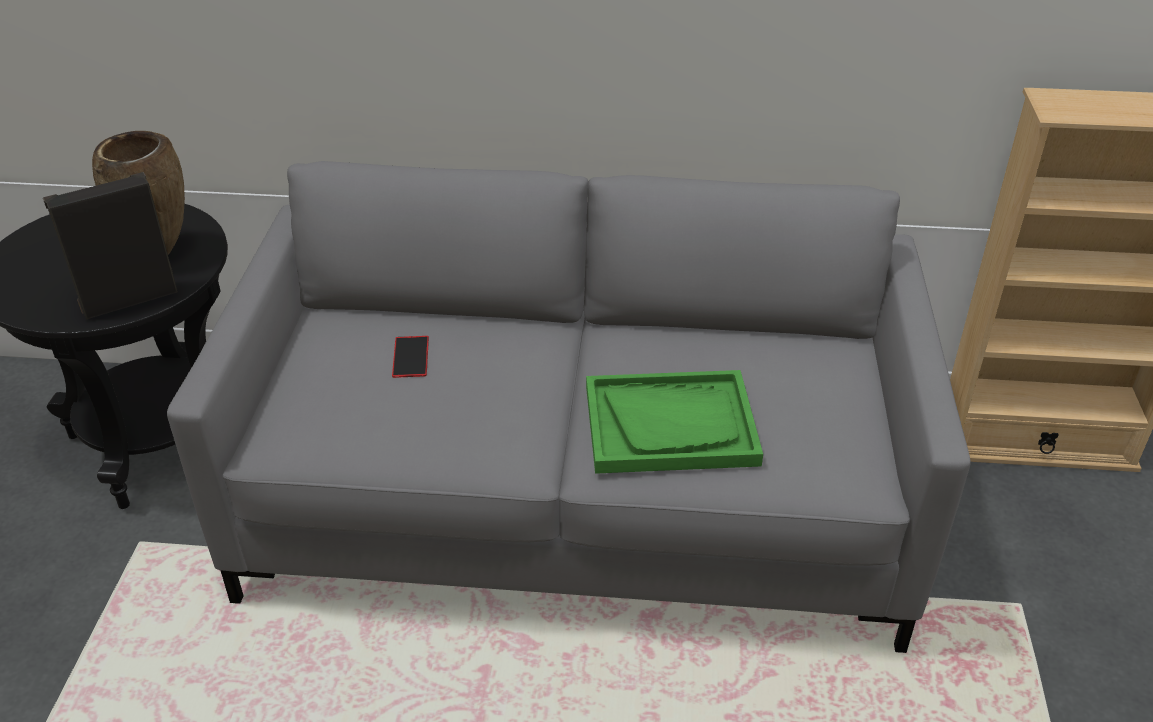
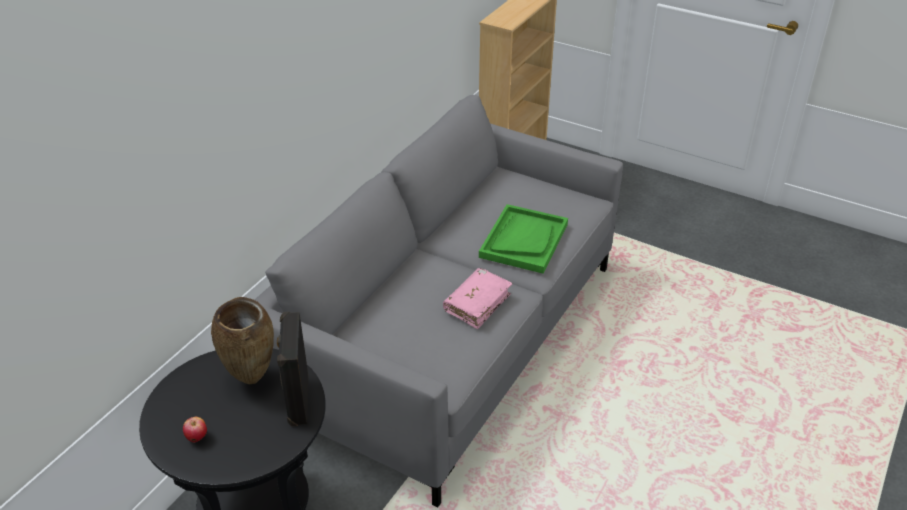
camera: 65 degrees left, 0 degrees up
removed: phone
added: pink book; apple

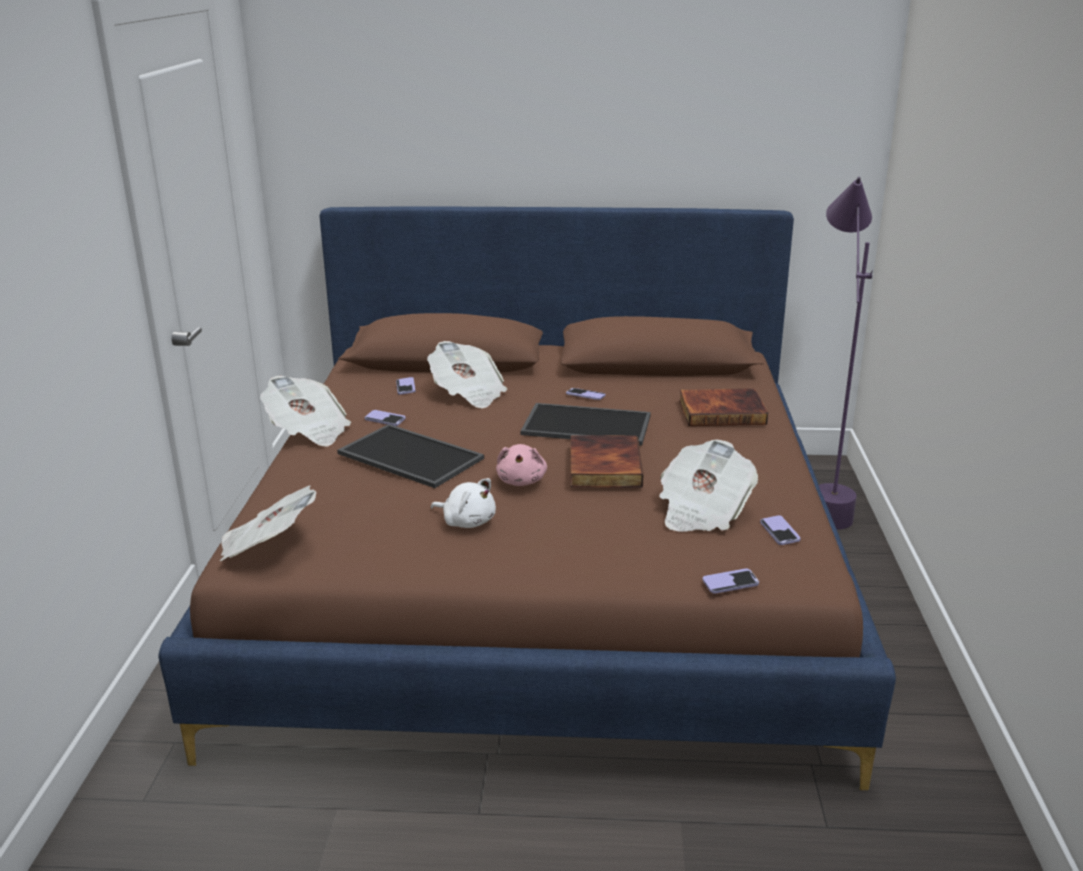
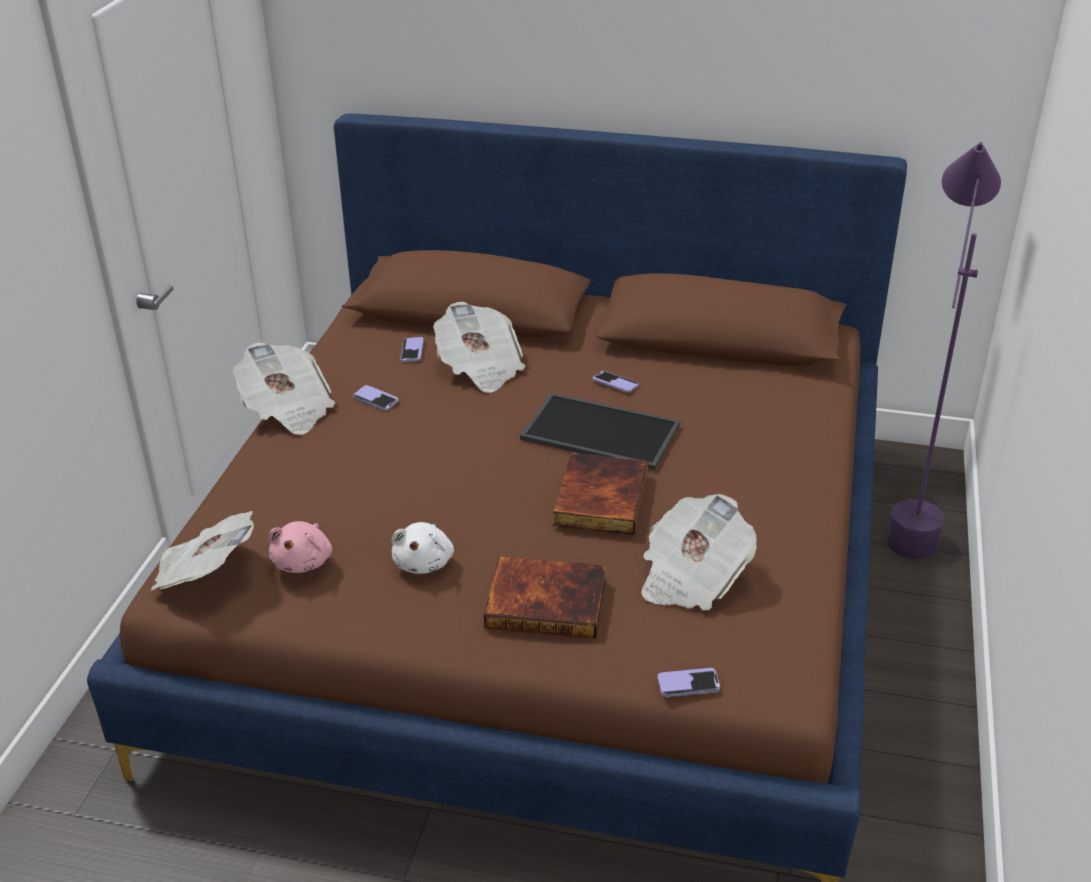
camera: 10 degrees right, 10 degrees up
removed: tray (1st from left); phone (5th from left)
moved: book (2nd from left in the first image) to book (1st from left); pink plush toy
turned: white plush toy 60 degrees clockwise

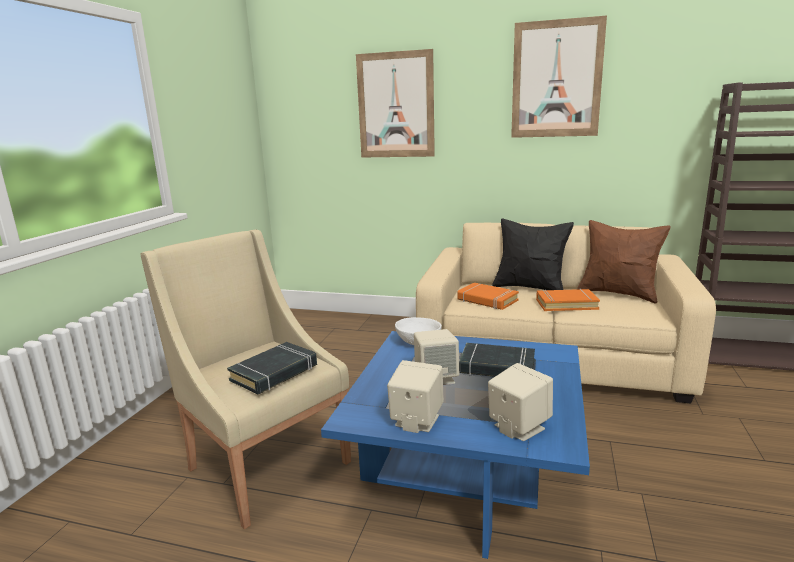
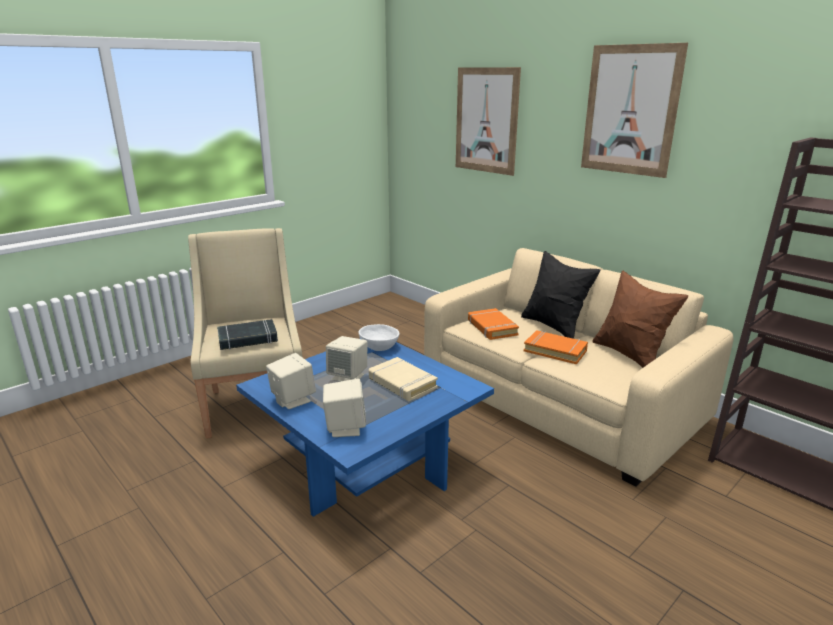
camera: 30 degrees right, 5 degrees up
recoloured: black book (2nd from left) to beige book

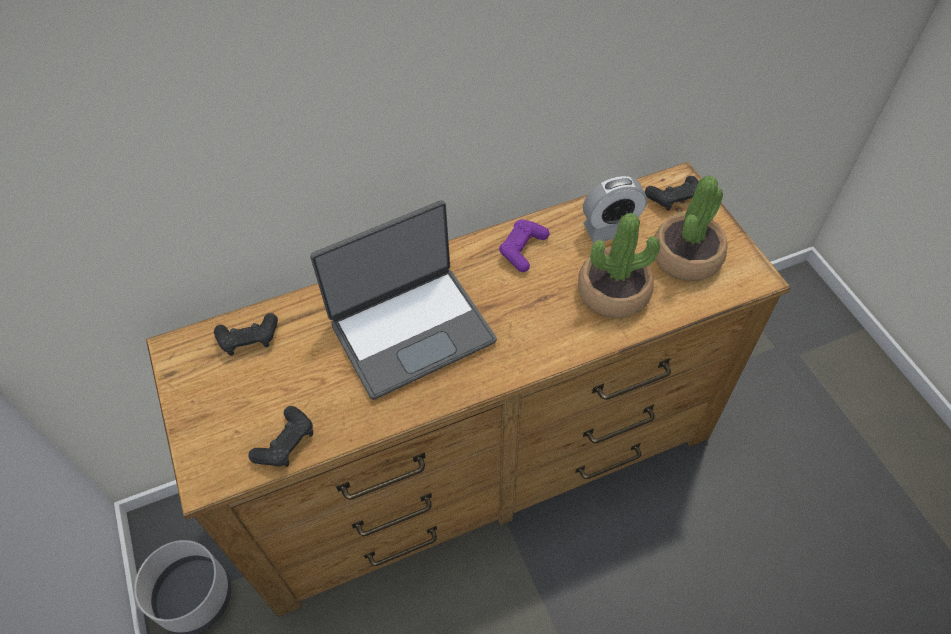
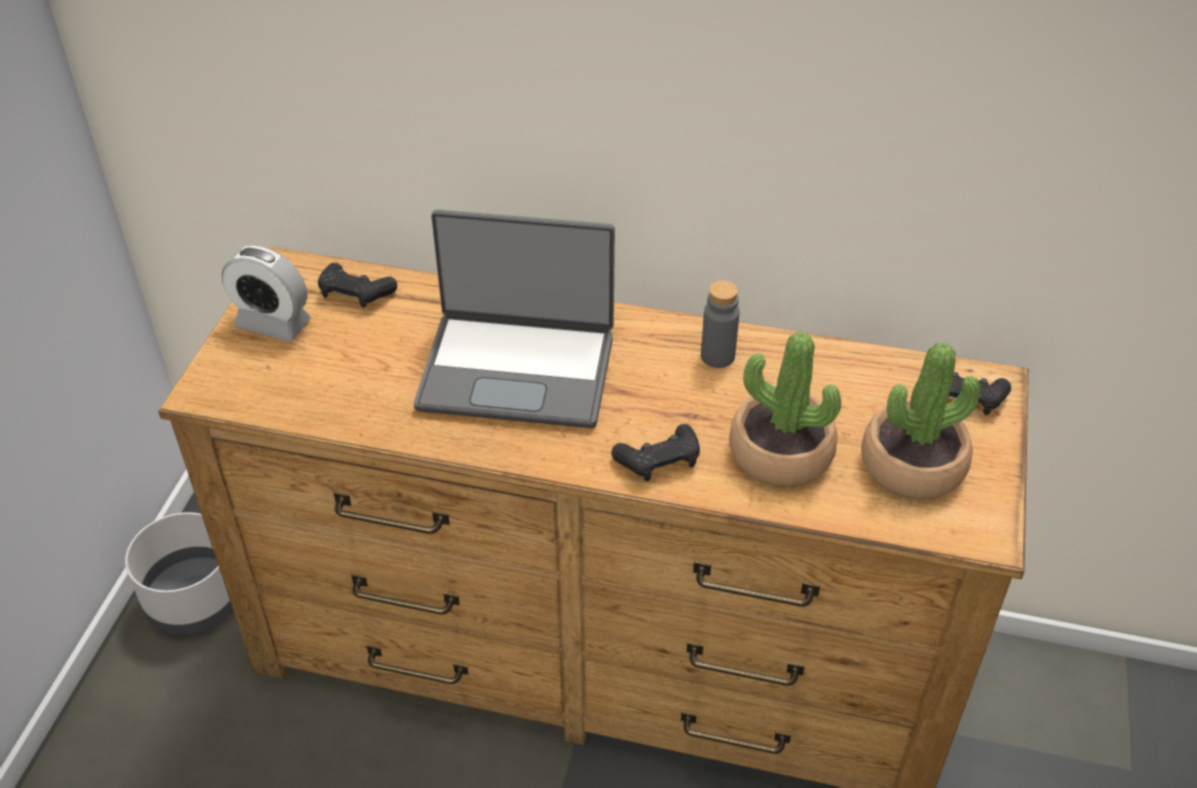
camera: 35 degrees right, 10 degrees down
moved: alarm clock; black game controller (2nd from left)
replaced: purple game controller to grey bottle

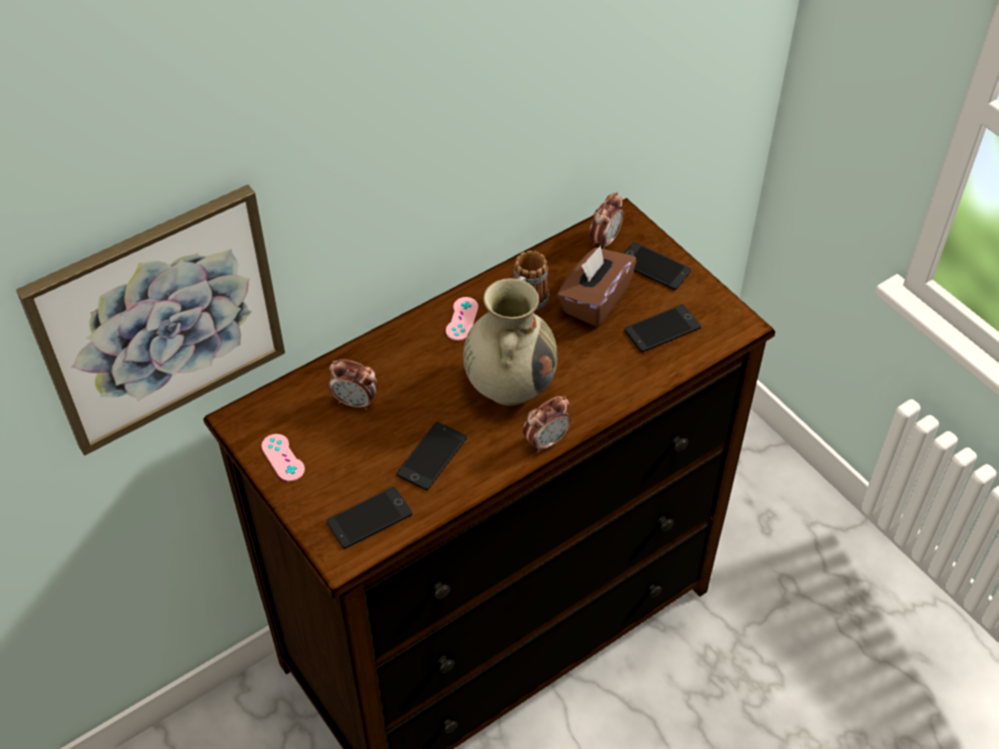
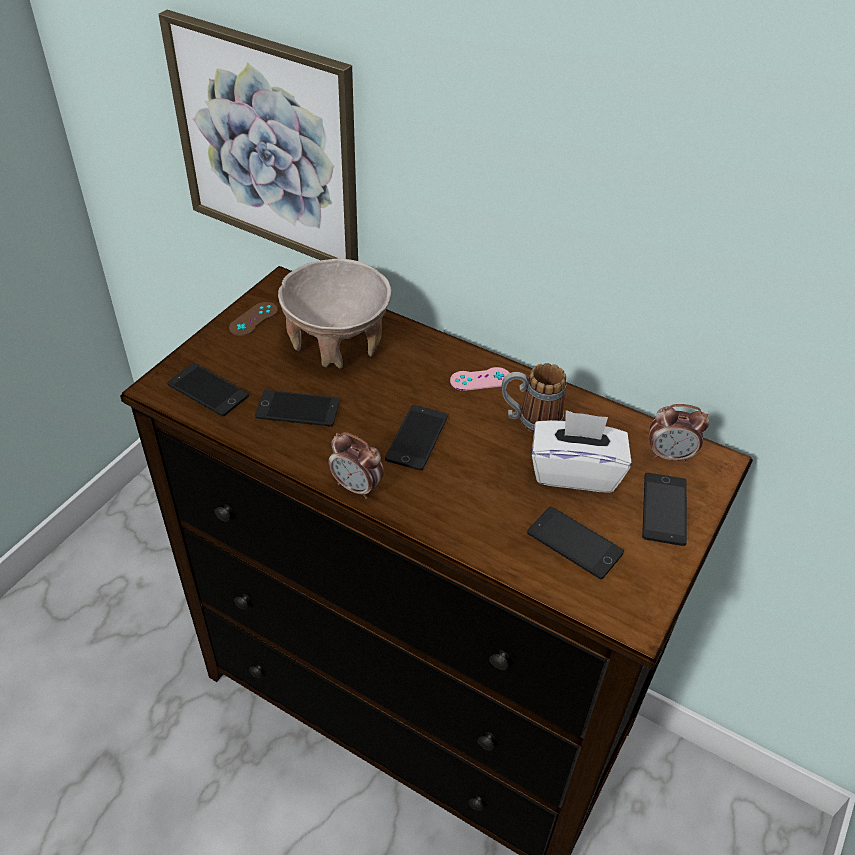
camera: 65 degrees right, 5 degrees down
replaced: beige vase to phone (3rd from left); alarm clock (1st from left) to beige bowl
recoloured: brown tissue box to white tissue box; pink game controller (1st from left) to brown game controller

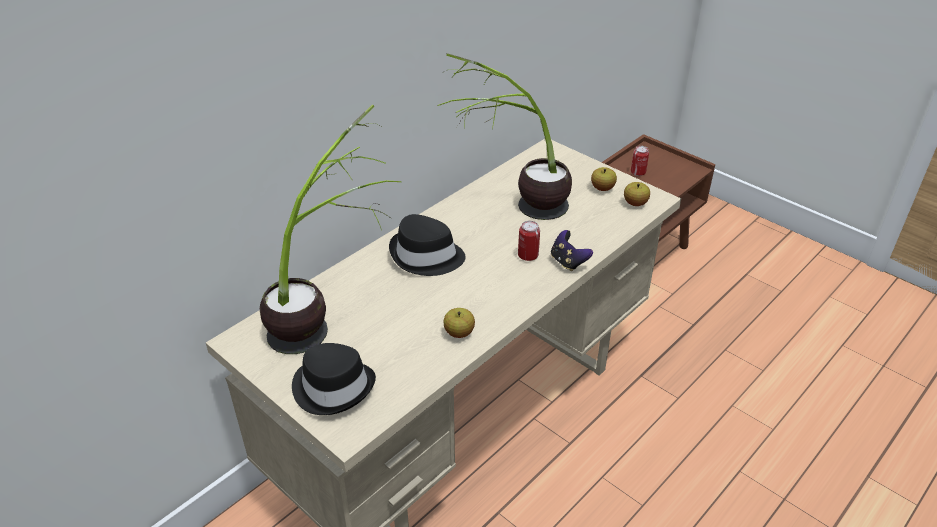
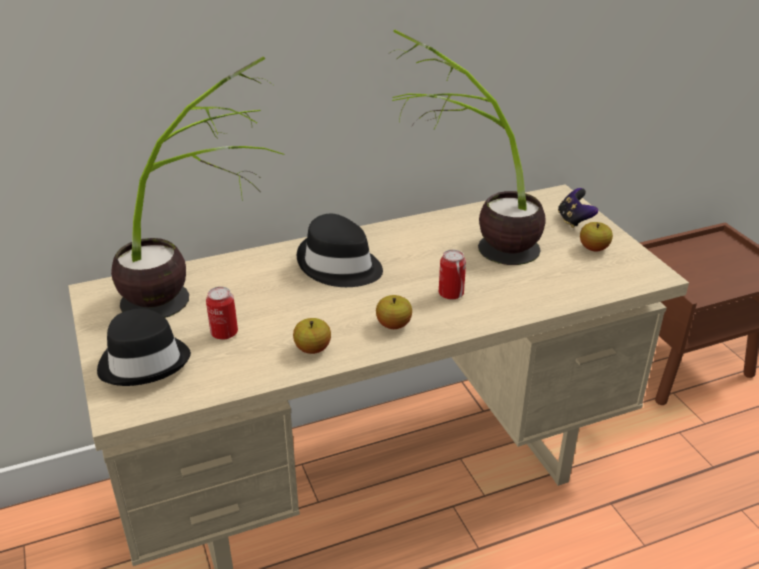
camera: 25 degrees right, 5 degrees down
moved: can (2nd from left in the first image) to can (1st from left); apple (3rd from left in the first image) to apple (2nd from left); game controller

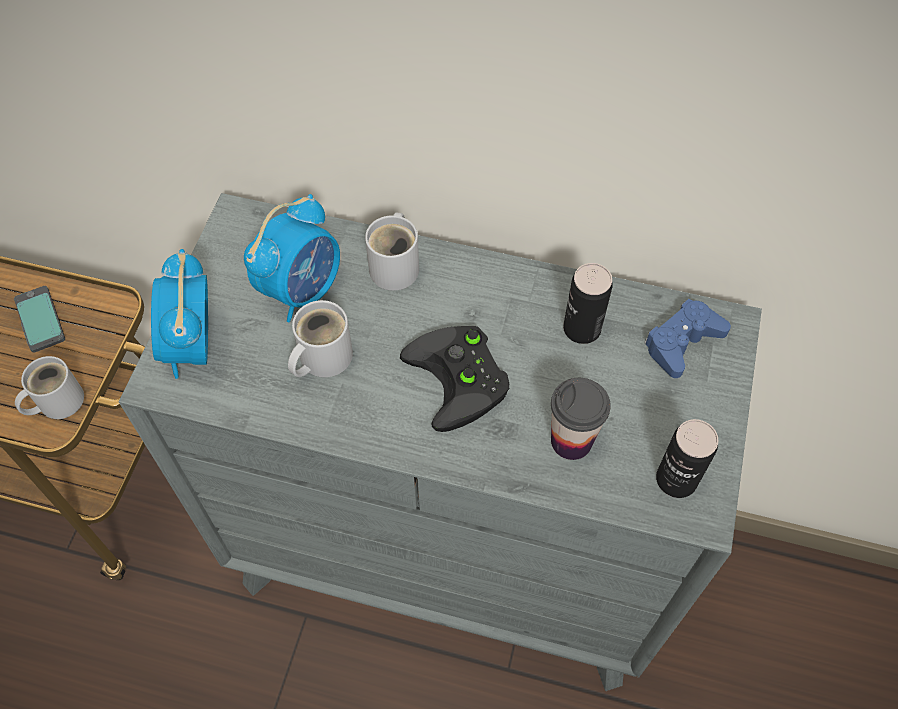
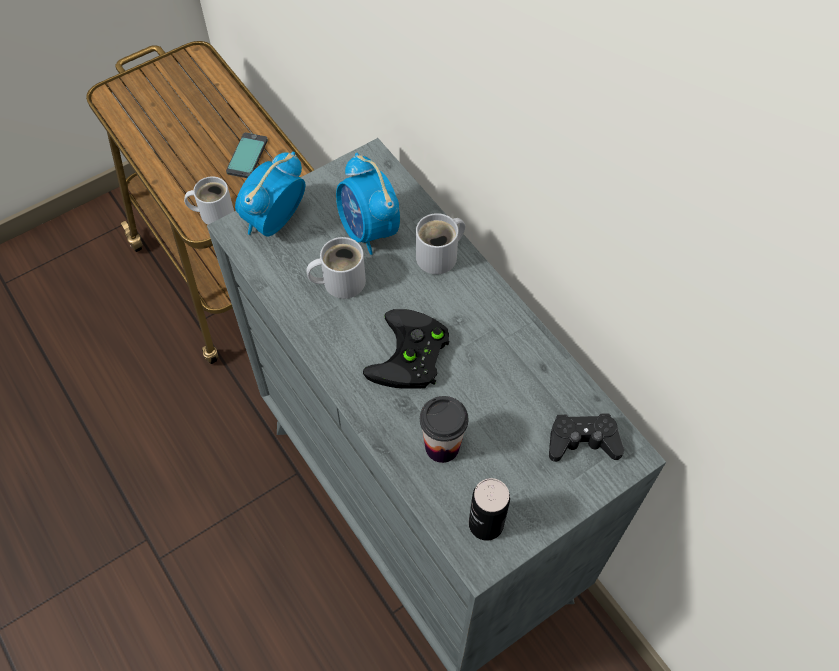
camera: 40 degrees right, 0 degrees up
removed: can (1st from left)
recoloured: blue game controller to black game controller (2nd from left)
turned: alarm clock (2nd from left) 75 degrees clockwise

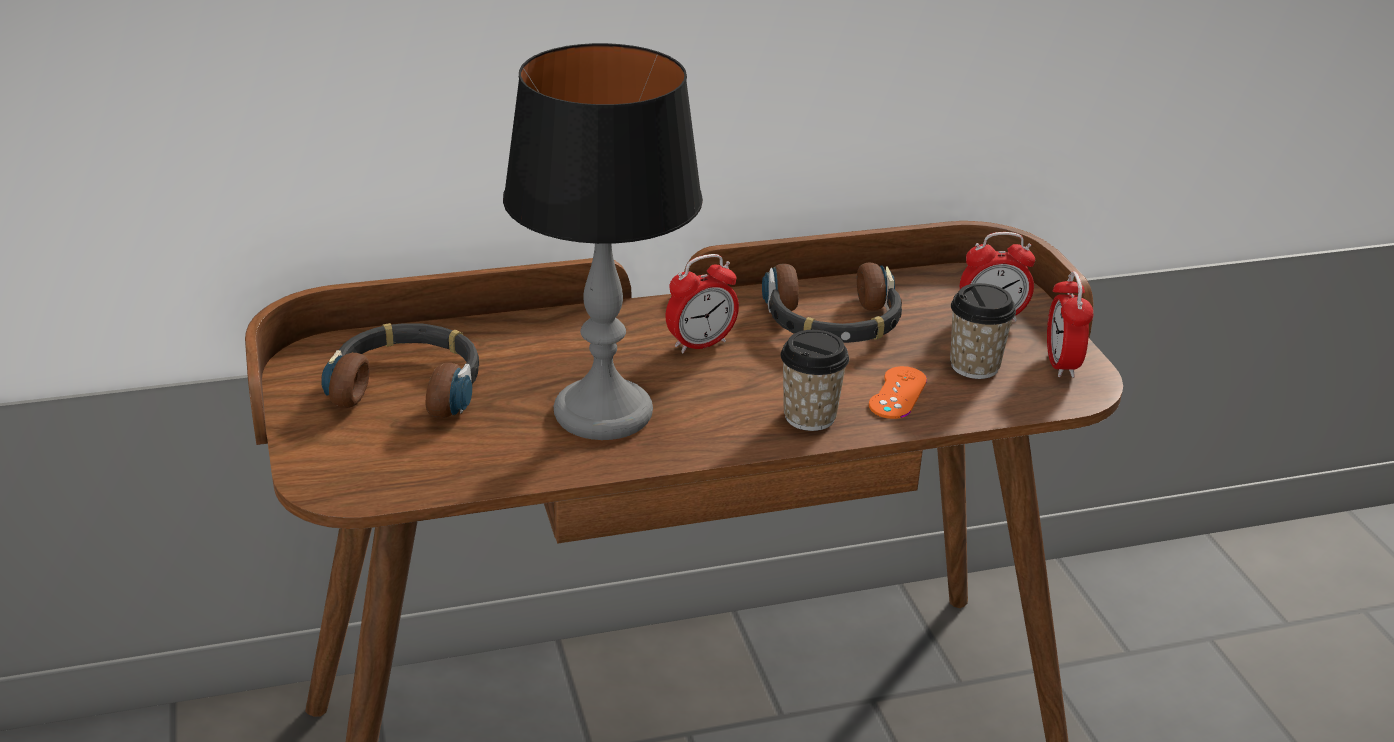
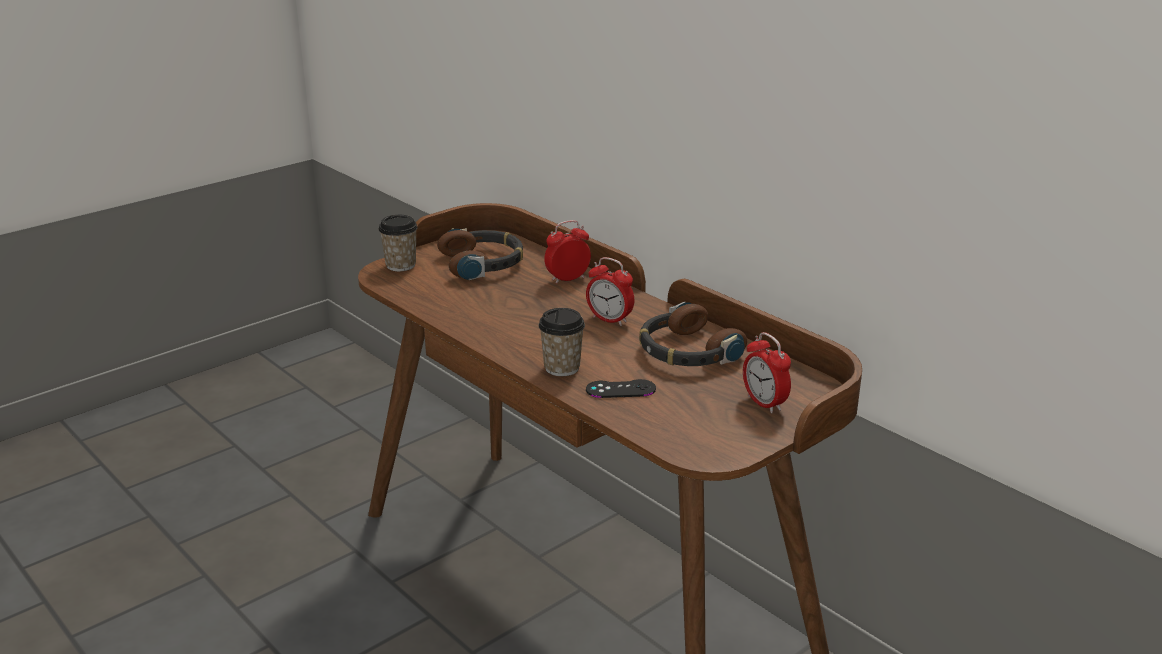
camera: 65 degrees right, 5 degrees down
removed: table lamp
moved: alarm clock (3rd from left in the first image) to alarm clock (1st from left); cup (2nd from left in the first image) to cup (1st from left)
recoloured: orange game controller to black game controller

